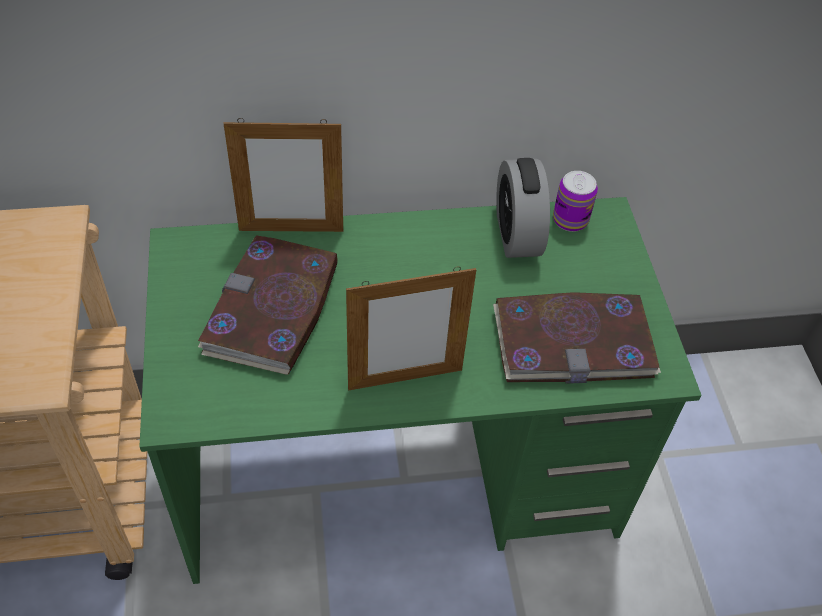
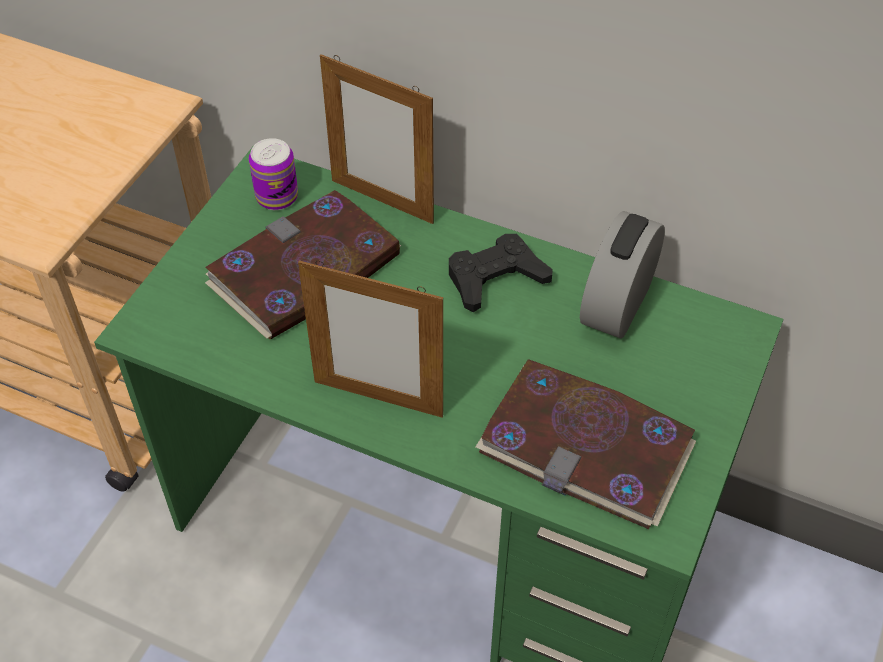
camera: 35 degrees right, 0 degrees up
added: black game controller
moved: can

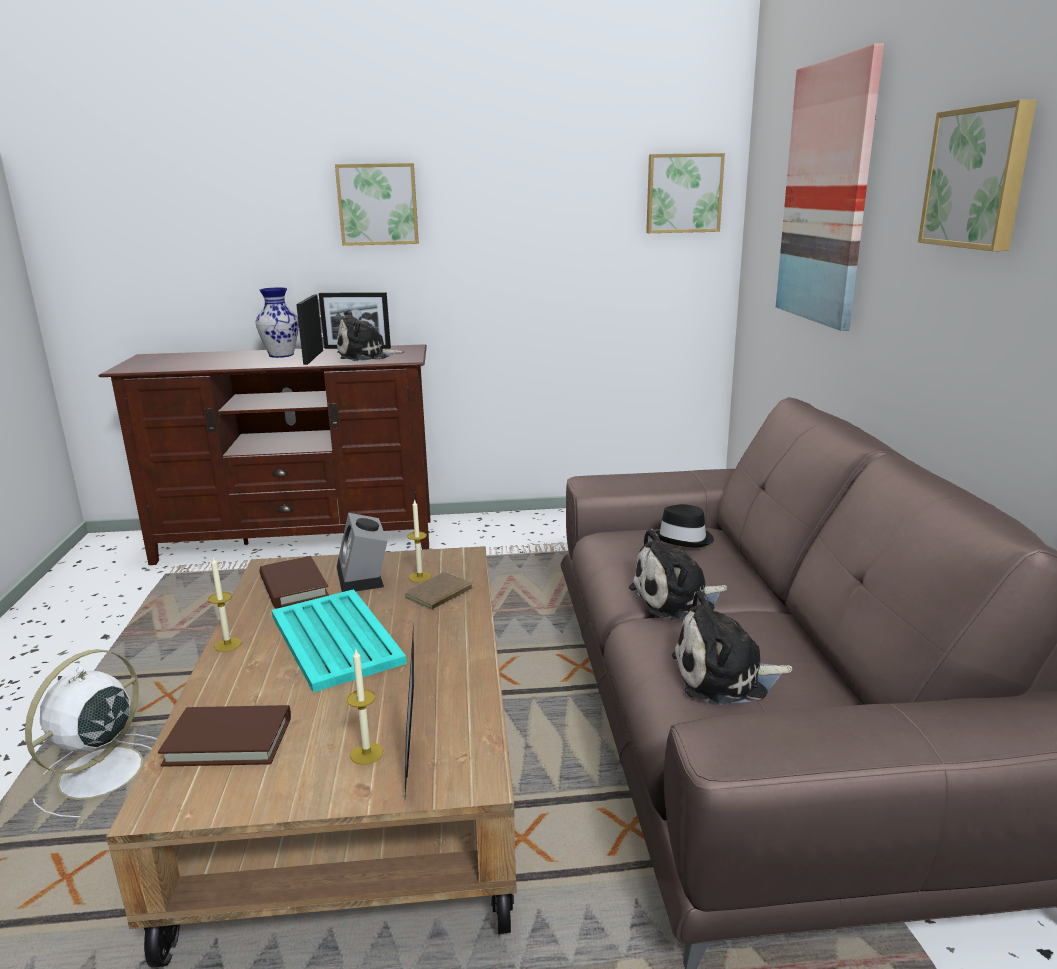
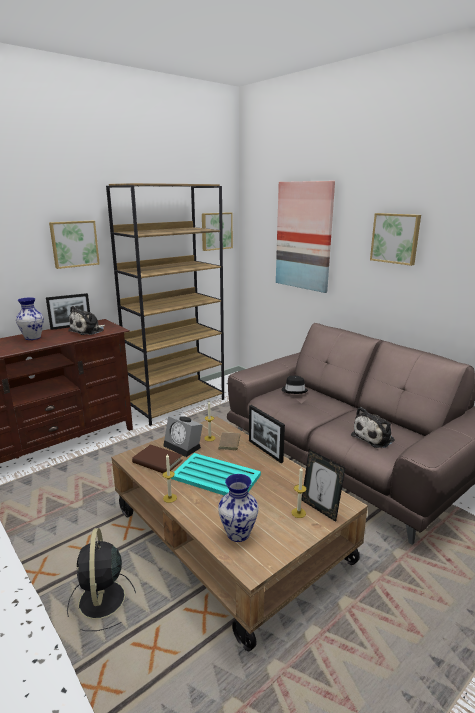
camera: 35 degrees left, 0 degrees up
removed: plush toy (2nd from left)
added: brown bookcase
moved: picture frame (1st from left in the first image) to picture frame (2nd from left)
replaced: brown book (1st from left) to vase (2nd from left)
recoloured: white fan to black fan

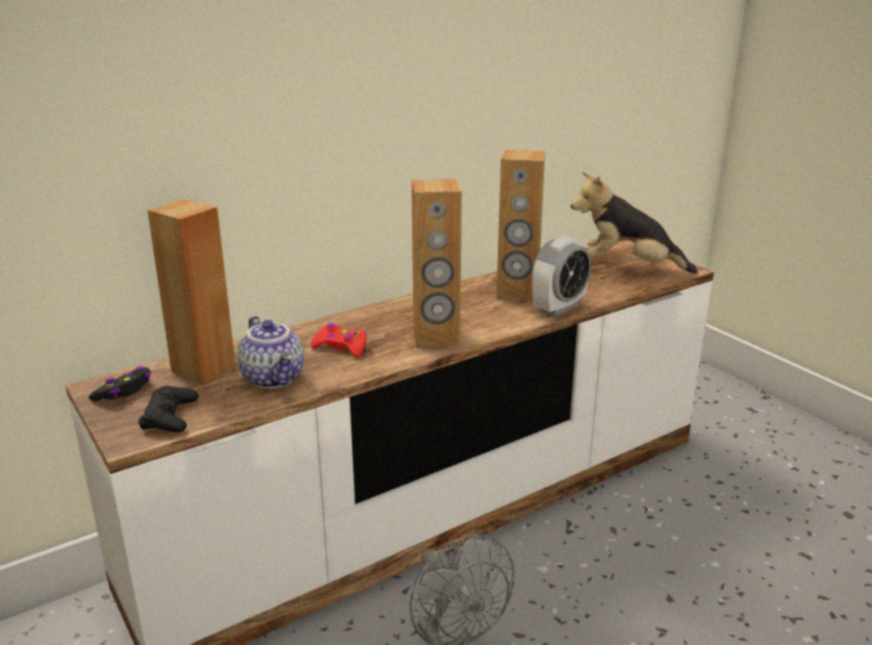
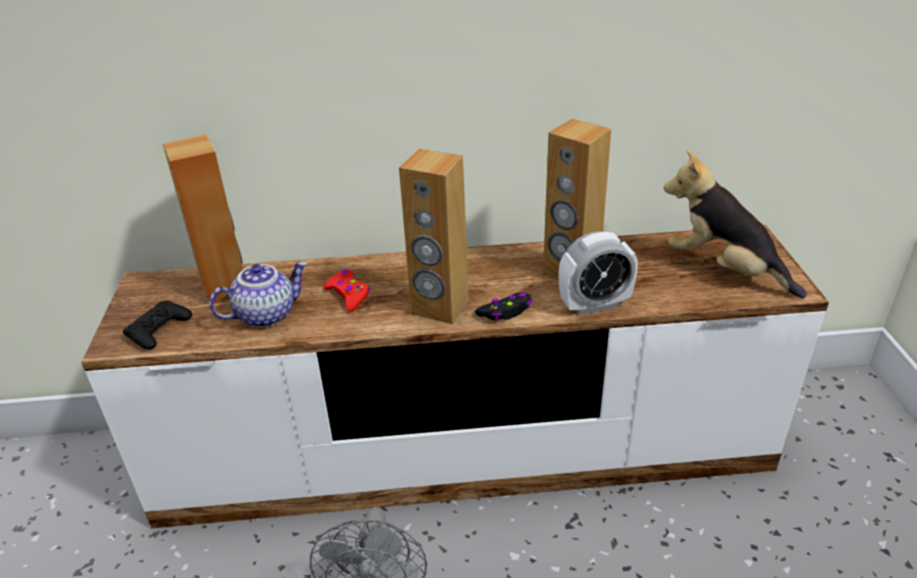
camera: 30 degrees right, 10 degrees up
moved: black game controller (1st from left in the first image) to black game controller (2nd from left)
turned: teapot 120 degrees counterclockwise

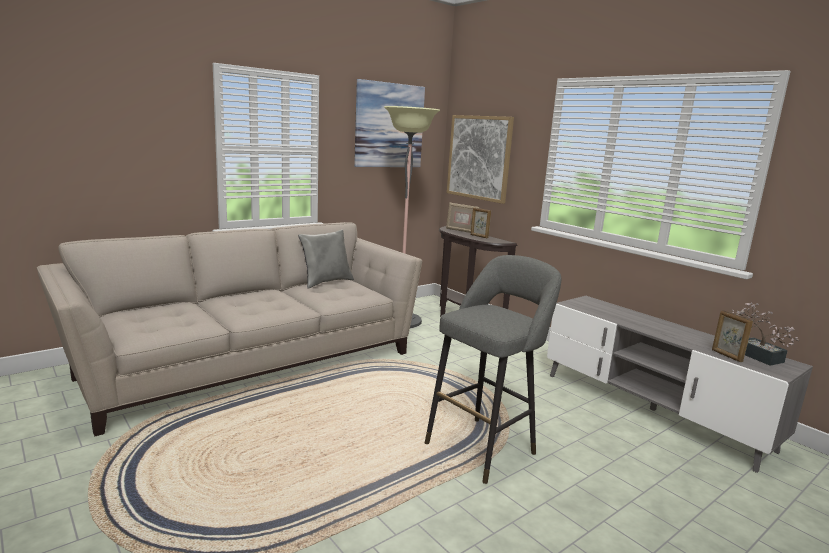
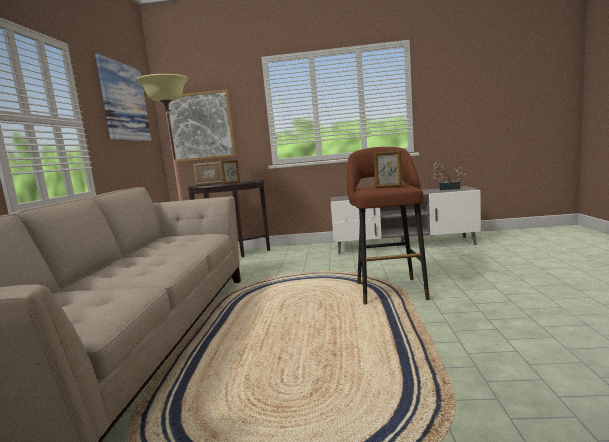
camera: 45 degrees left, 5 degrees down
removed: grey pillow
moved: picture frame (3rd from left)
recoloured: grey stool to brown stool

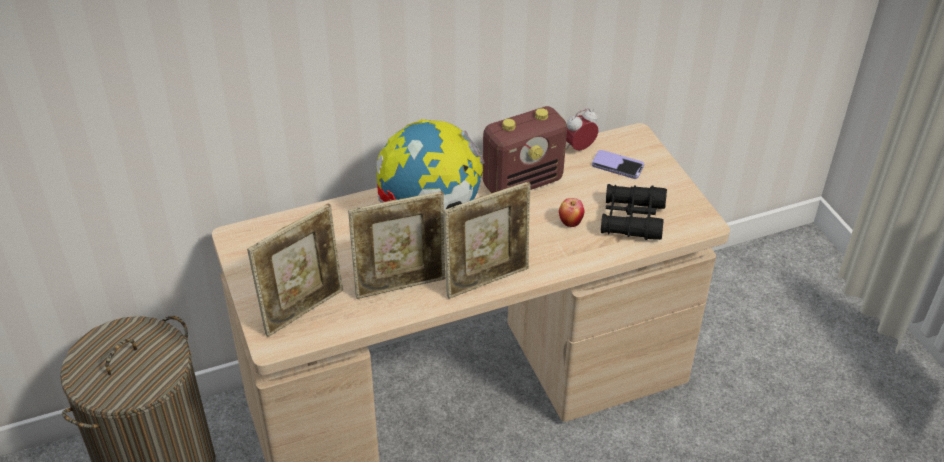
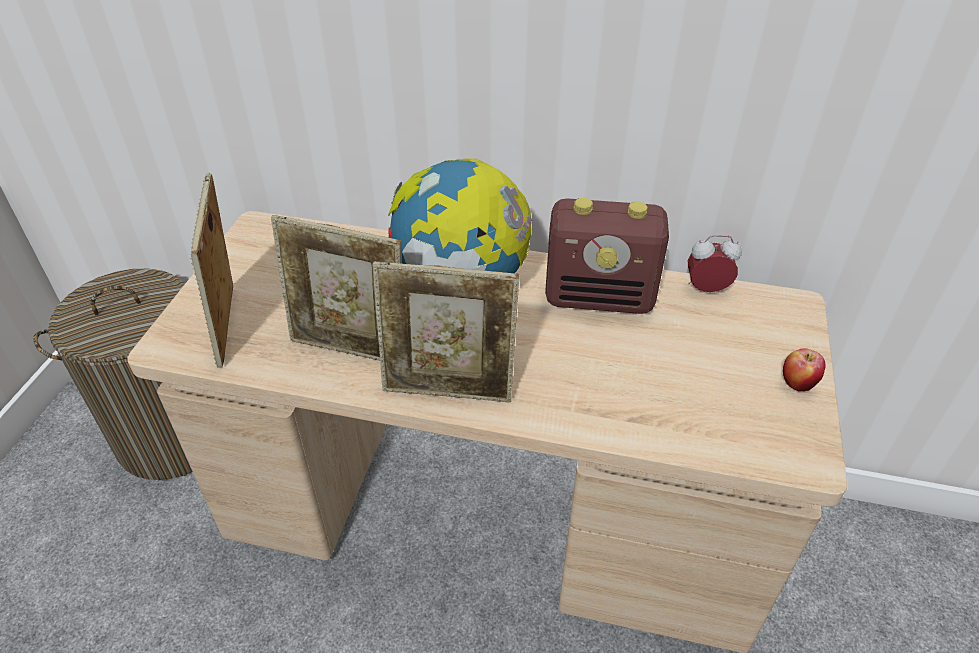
camera: 35 degrees right, 0 degrees up
removed: phone; black binoculars
moved: apple
turned: picture frame (1st from left) 90 degrees clockwise

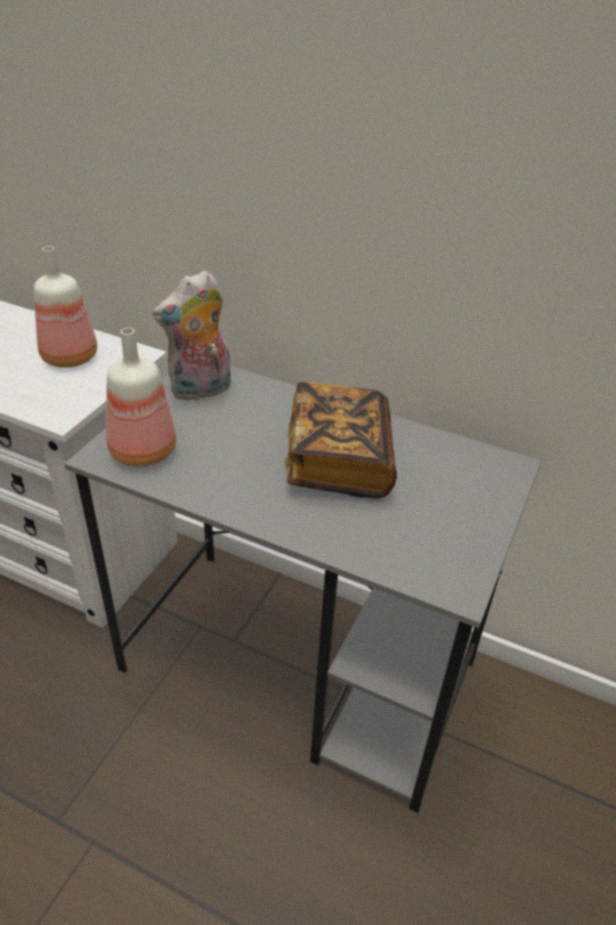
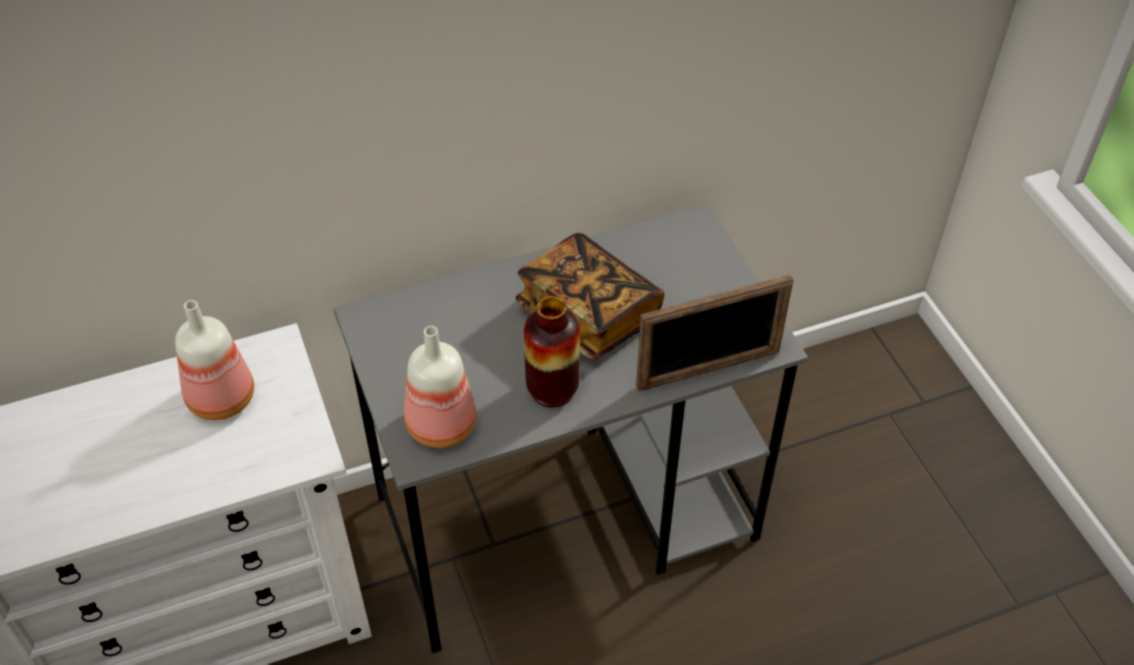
camera: 45 degrees left, 10 degrees up
removed: plush toy
added: picture frame; vase

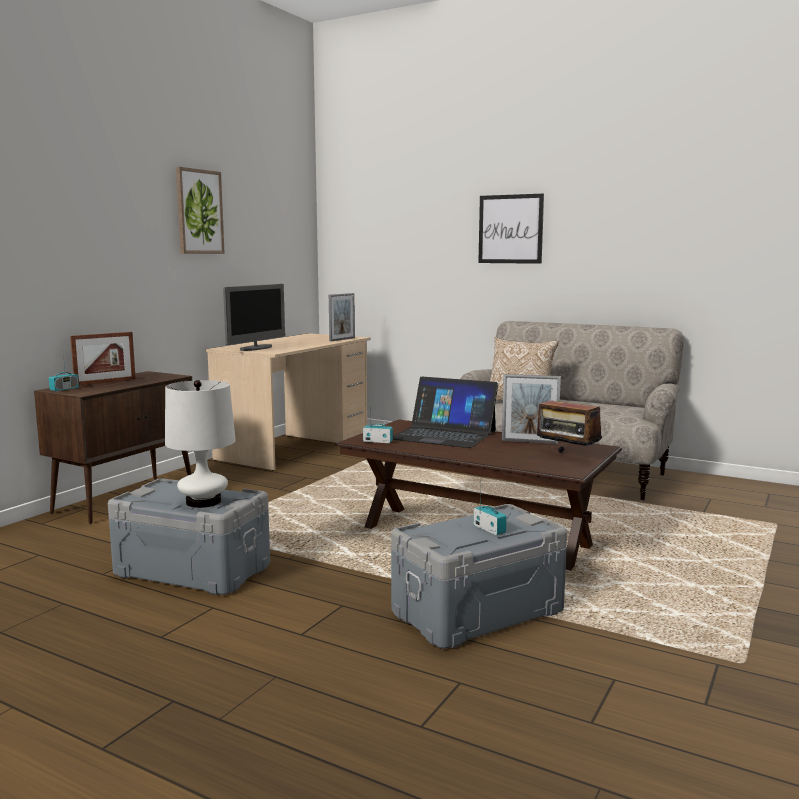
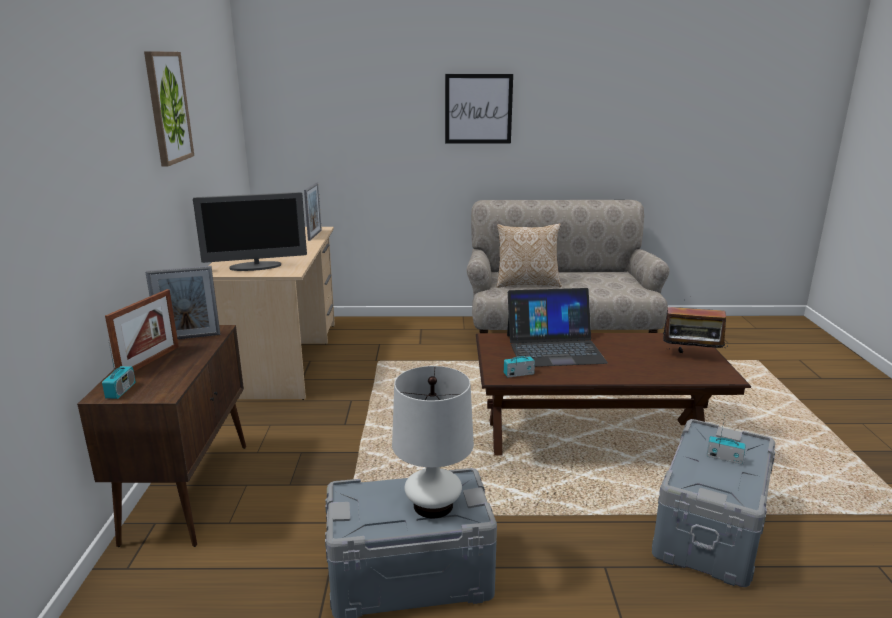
camera: 30 degrees left, 10 degrees up
moved: picture frame (3rd from left in the first image) to picture frame (2nd from left)
turned: monitor 75 degrees clockwise

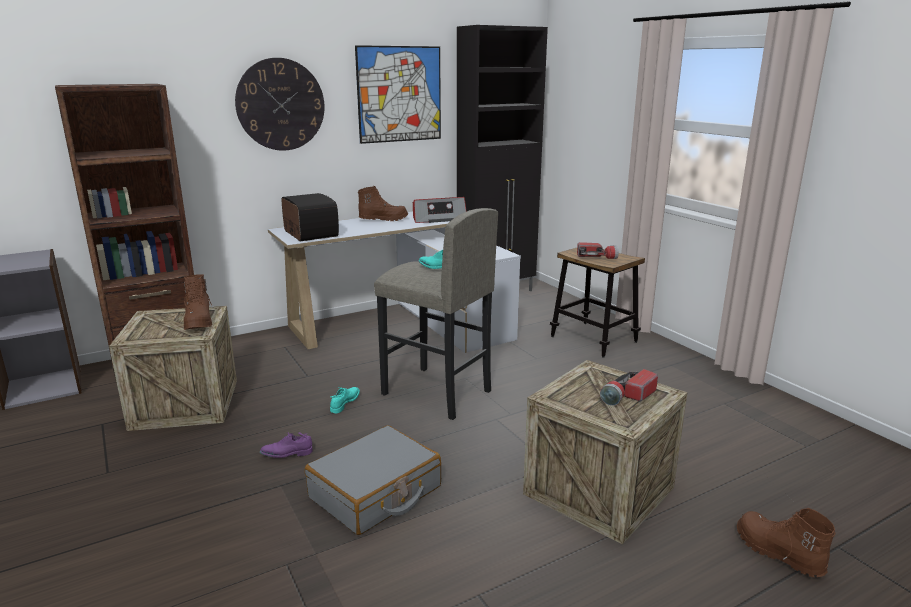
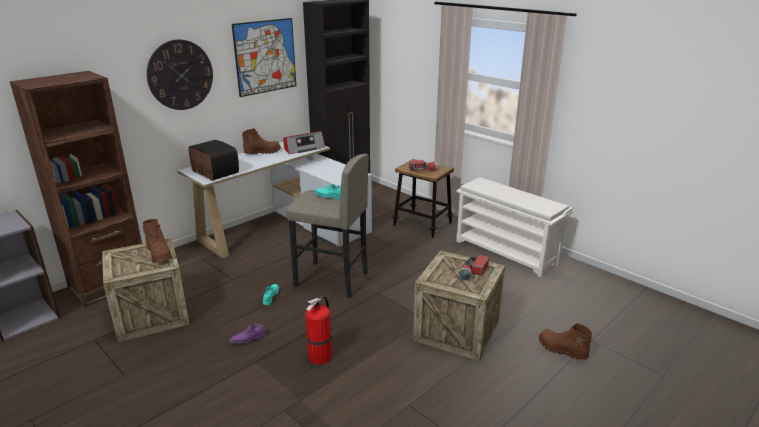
camera: 15 degrees left, 5 degrees up
added: white shoe rack
replaced: grey suitcase to fire extinguisher

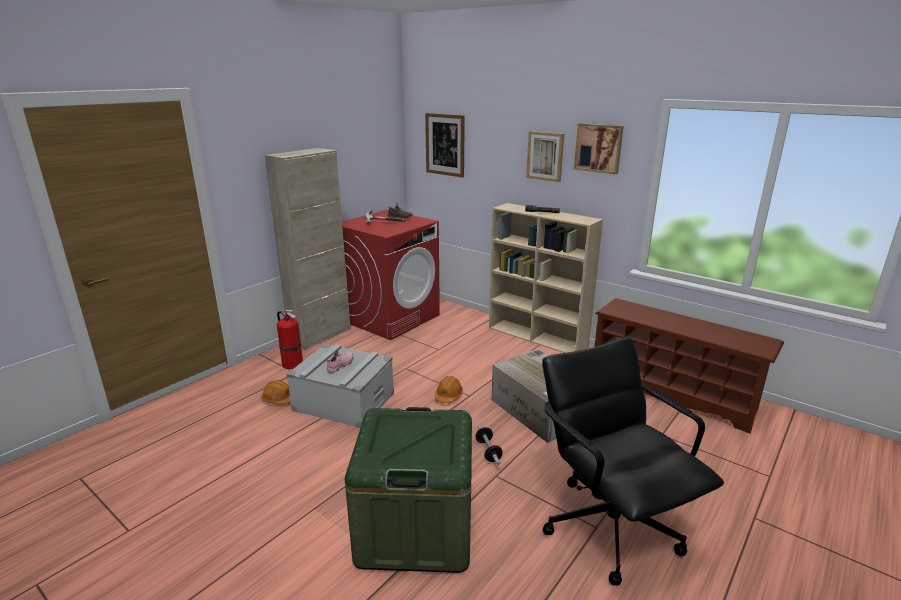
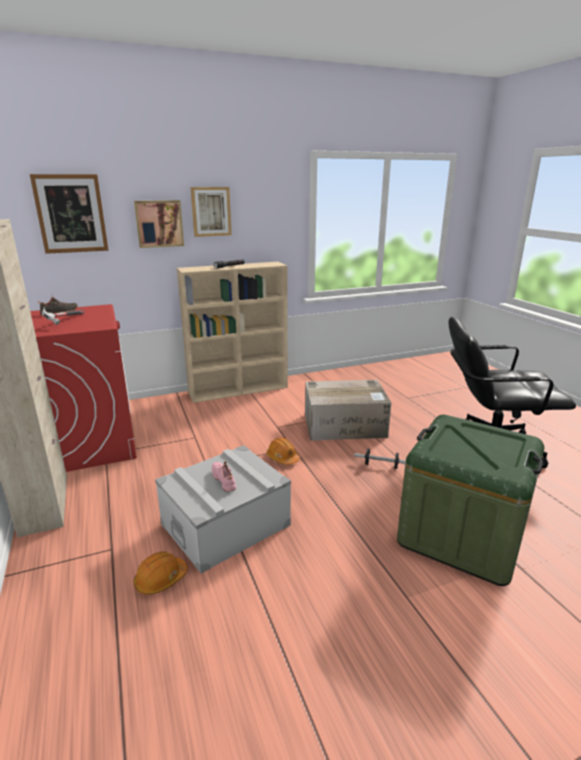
camera: 60 degrees left, 0 degrees up
removed: brown shoe rack; fire extinguisher
moved: picture (3rd from left in the first image) to picture (2nd from left)

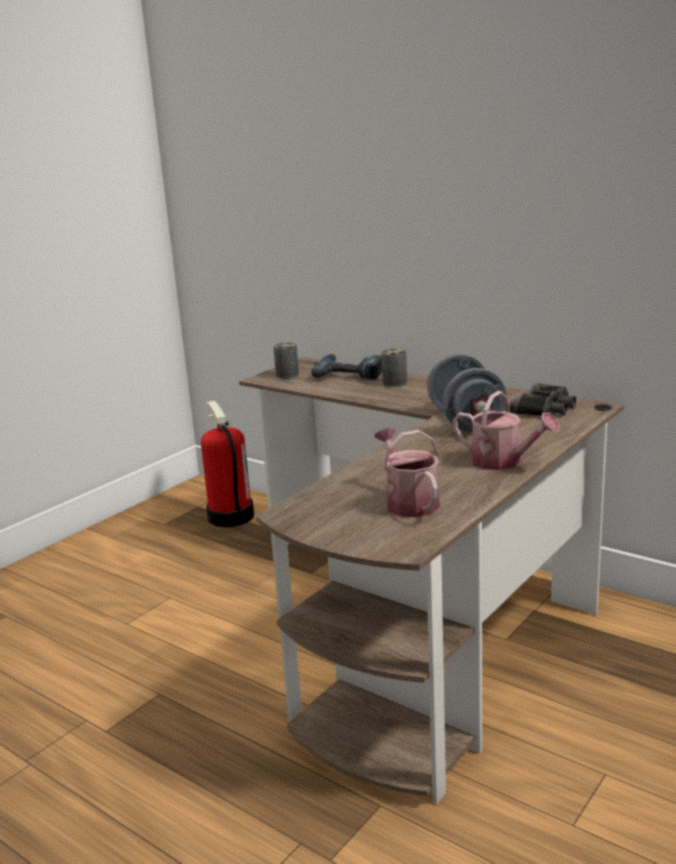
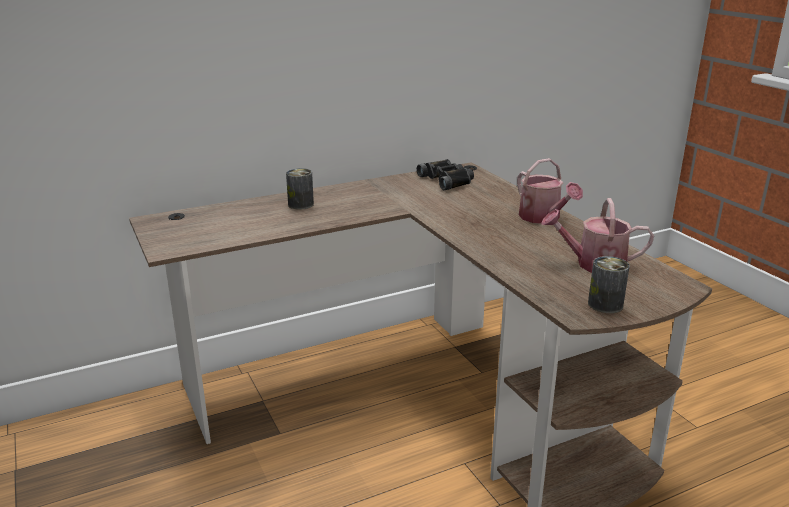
camera: 65 degrees left, 5 degrees up
removed: grey dumbbell; power drill; fire extinguisher
moved: can (1st from left in the first image) to can (2nd from left)
turned: watering can (2nd from left in the first image) 90 degrees clockwise

